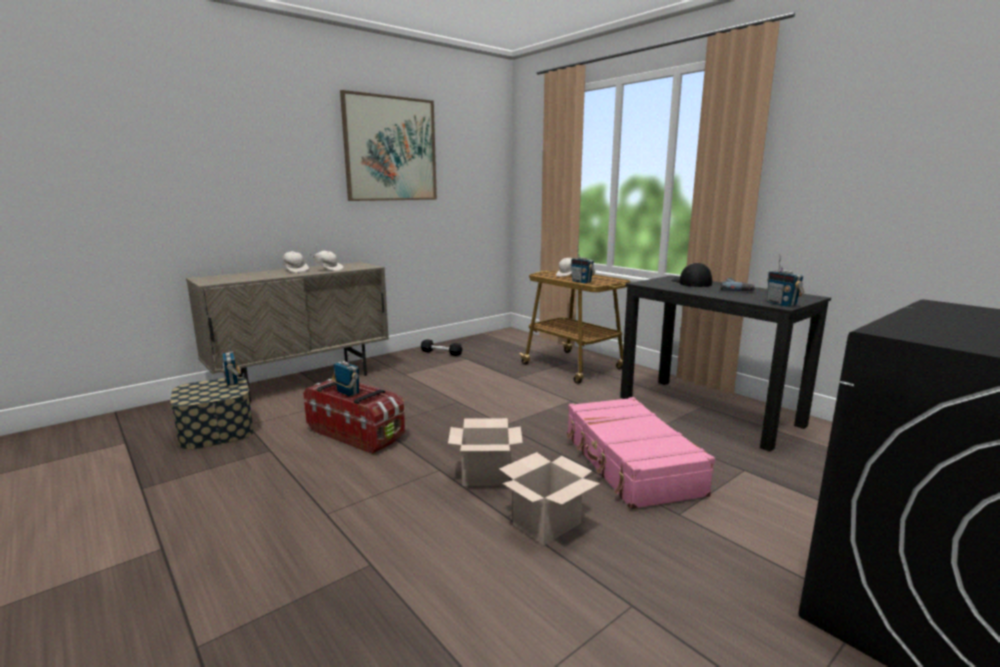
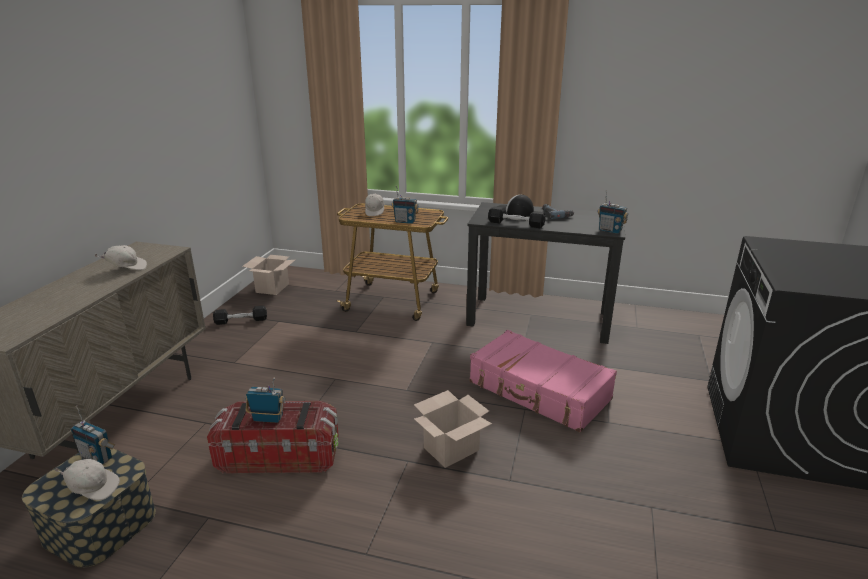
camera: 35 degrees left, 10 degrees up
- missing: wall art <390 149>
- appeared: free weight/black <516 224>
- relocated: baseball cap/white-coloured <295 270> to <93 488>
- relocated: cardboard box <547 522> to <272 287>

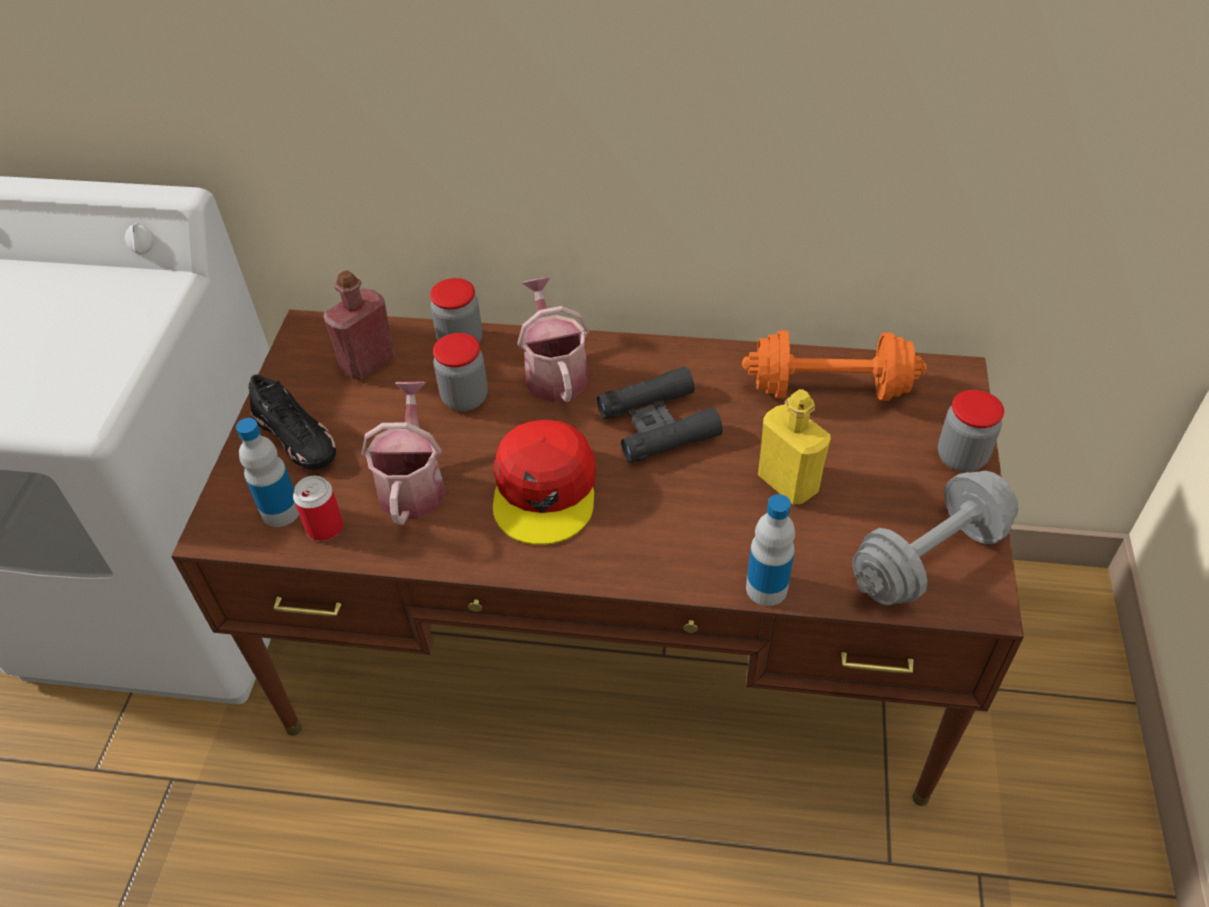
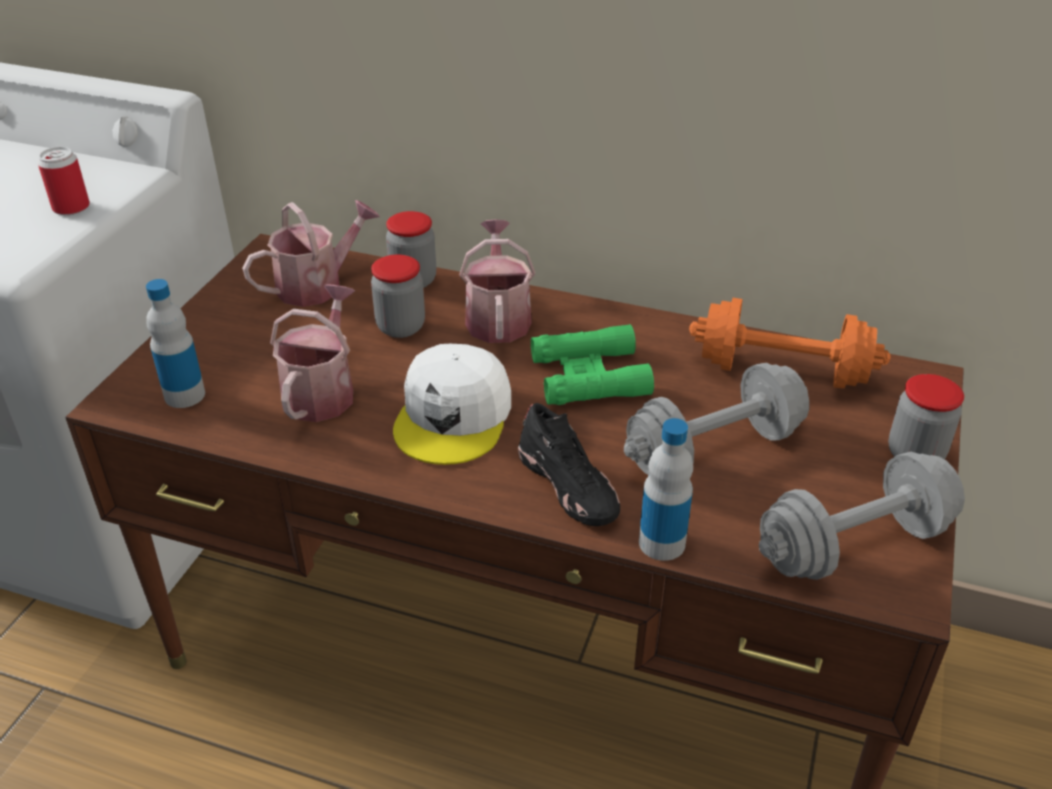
camera: 10 degrees right, 10 degrees down
- relocated: shoe/black <297 437> to <569 486>
- relocated: metal can <325 527> to <71 208>
- exchanged: beverage bottle/reddish <368 363> to watering pot <317 285>
- exchanged: beverage bottle/yellow-coloured <788 483> to free weight/greyish <713 449>
- colour: baseball cap/reddish <545 490> to baseball cap/white-coloured <454 416>
- colour: binoculars/black <658 424> to binoculars/green <589 376>

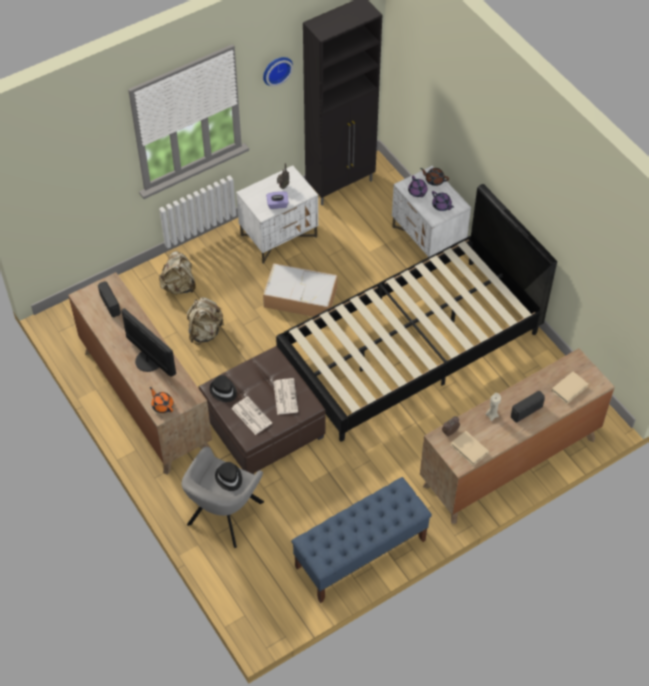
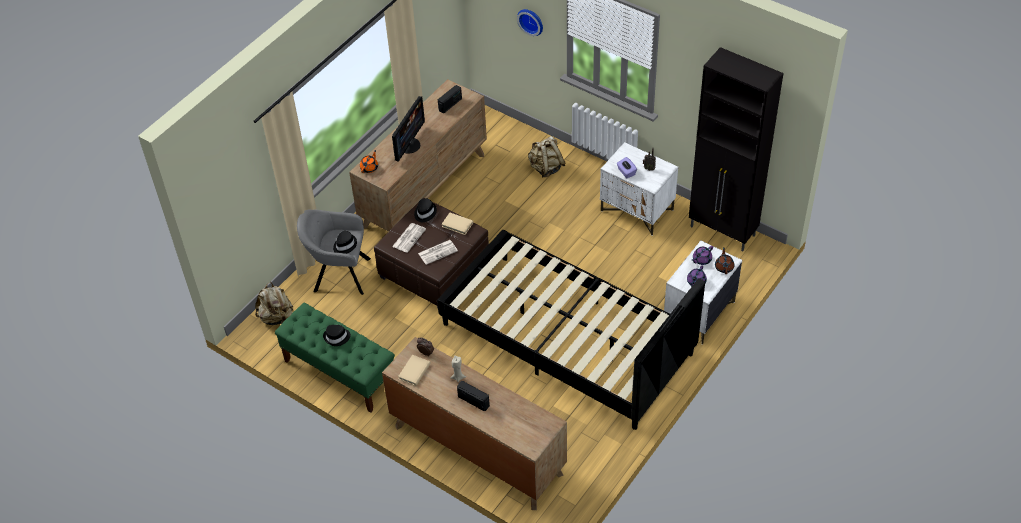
camera: 70 degrees right, 5 degrees down
- missing: storage container <301 297>
- appeared: wearable hat/black <337 337>
- relocated: backpack/beige <205 332> to <277 317>
- relocated: wall clock <276 69> to <531 21>
- relocated: book/beige <569 388> to <457 225>
- colour: bench/blue-coloured <360 554> to bench/green <339 372>

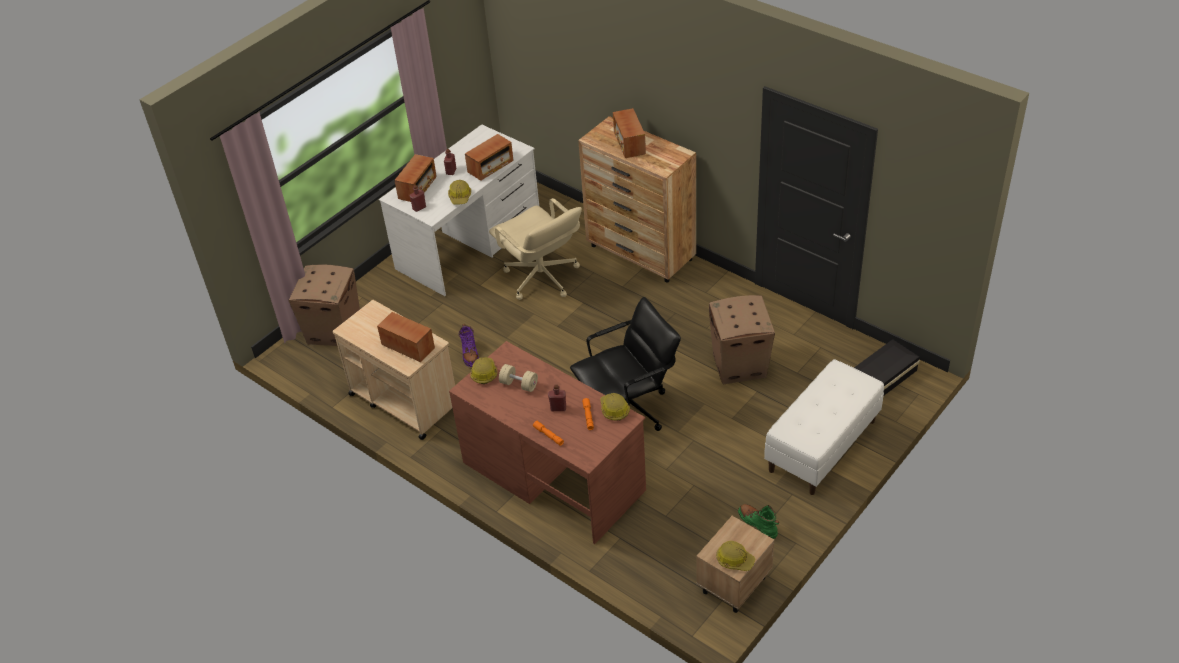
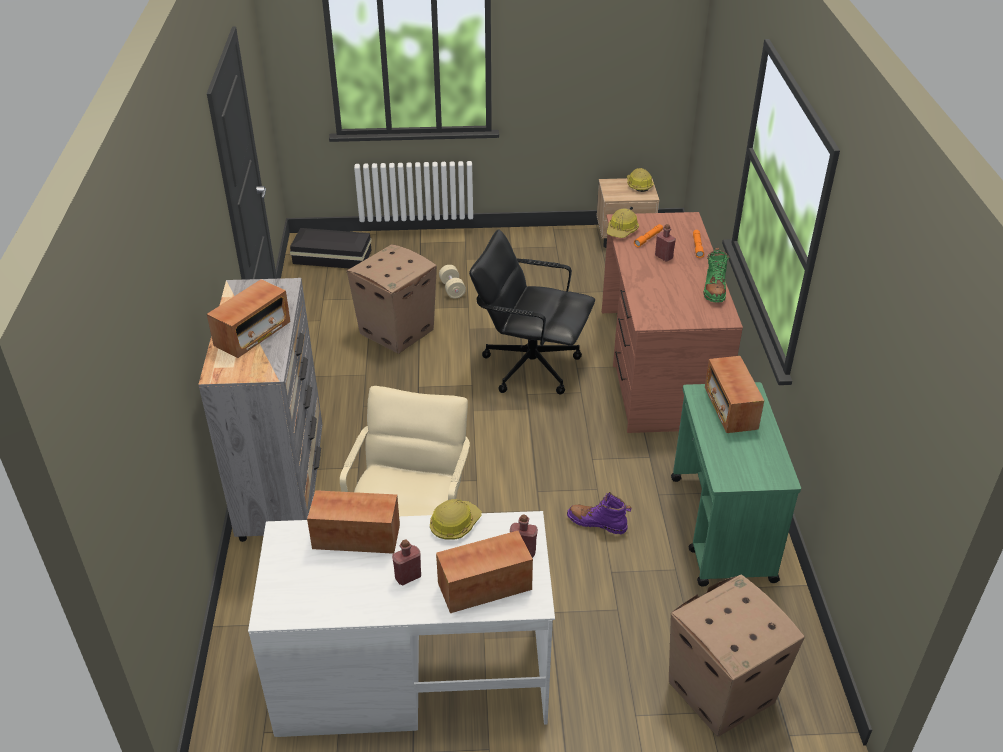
camera: 135 degrees left, 5 degrees down
- missing: safety helmet <484 373>
- missing: bench/white-coloured <822 446>
- relocated: free weight/beige <519 384> to <452 289>
- relocated: tall boot/green <758 524> to <714 289>
- colour: trolley/beige <403 400> to trolley/green <721 529>
- colour: drawer chest/brownish <641 253> to drawer chest/greyish <283 485>
- spun: tall boot/purplish <470 354> = <597 523> 105 degrees counterclockwise

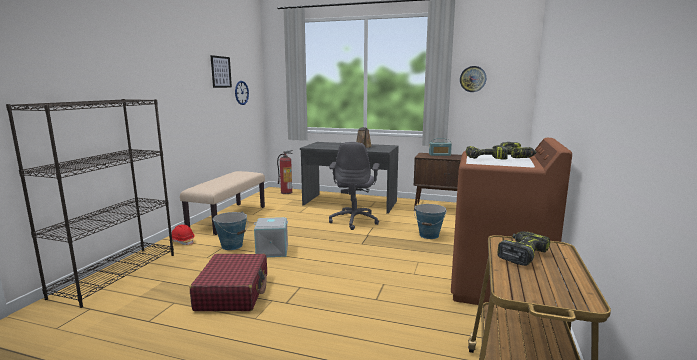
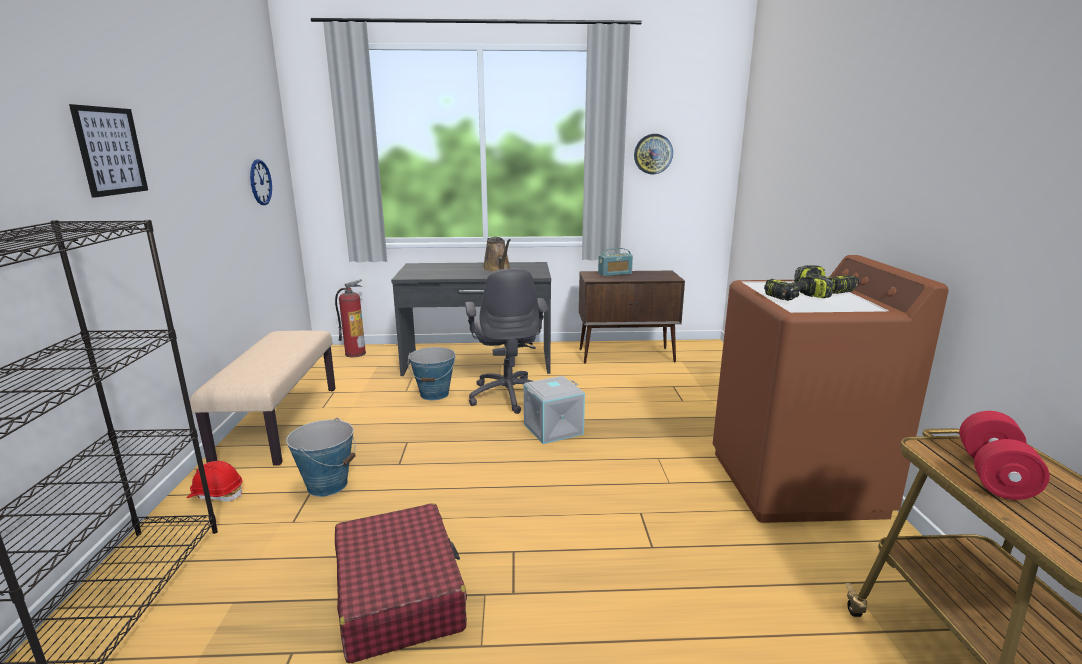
camera: 20 degrees left, 5 degrees up
- relocated: wall art <221 72> to <110 151>
- relocated: storage container/greyish <272 251> to <553 429>
- relocated: water bucket <429 235> to <434 394>
- exchanged: power drill <521 254> to free weight/reddish <994 475>

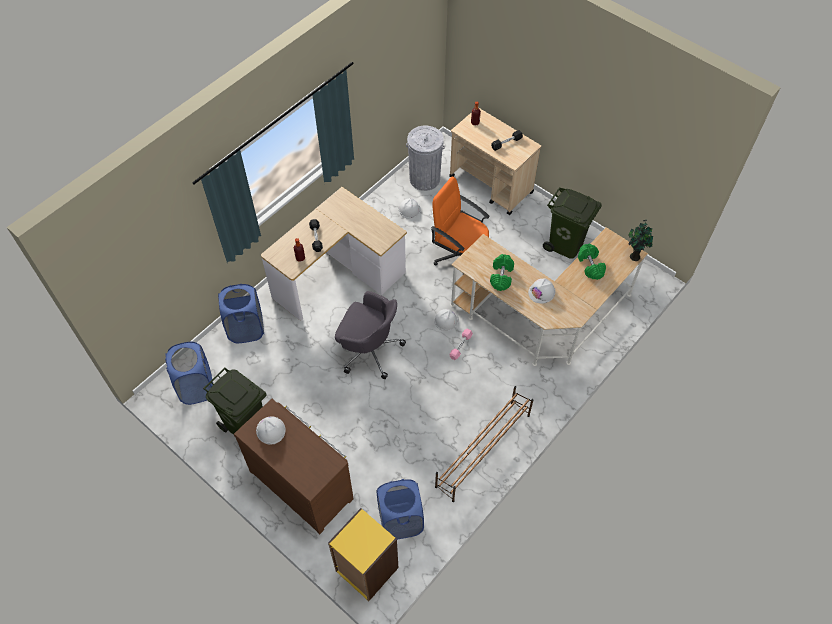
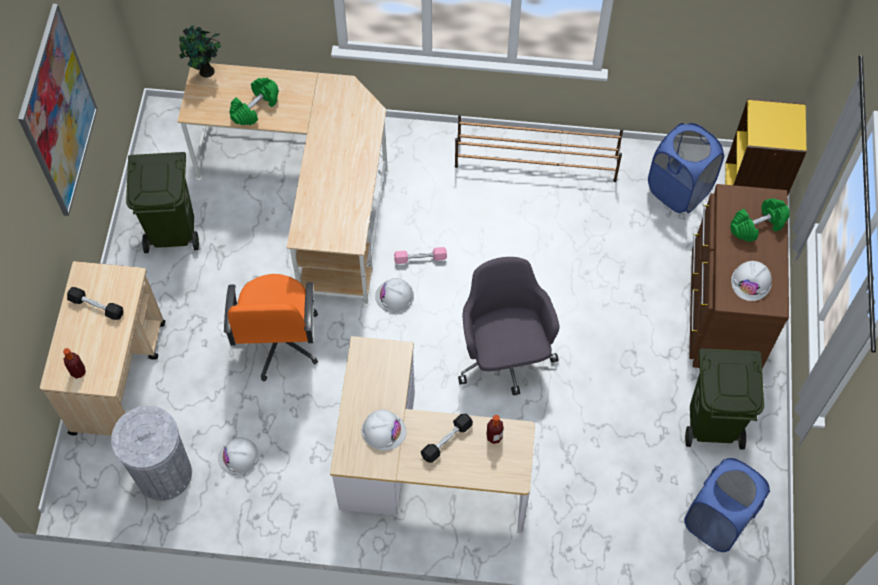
camera: 125 degrees left, 5 degrees up
- missing: laundry basket/blue-coloured <246 329>
- appeared: wall art <58 113>
- relocated: free weight/green <501 276> to <757 226>
- relocated: safety helmet/white-coloured <541 292> to <383 430>

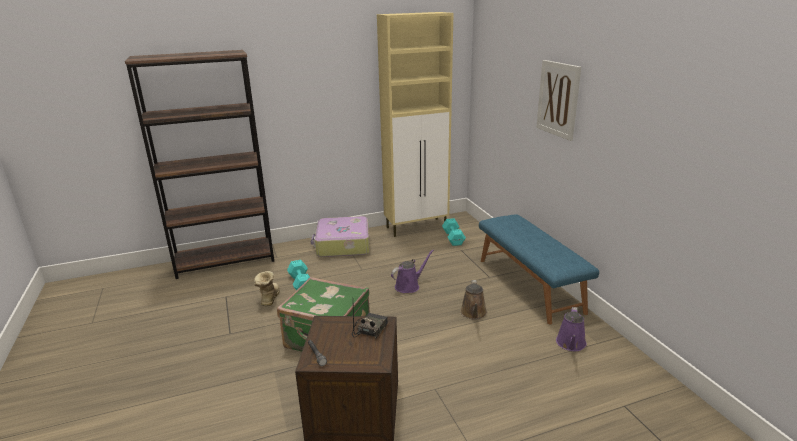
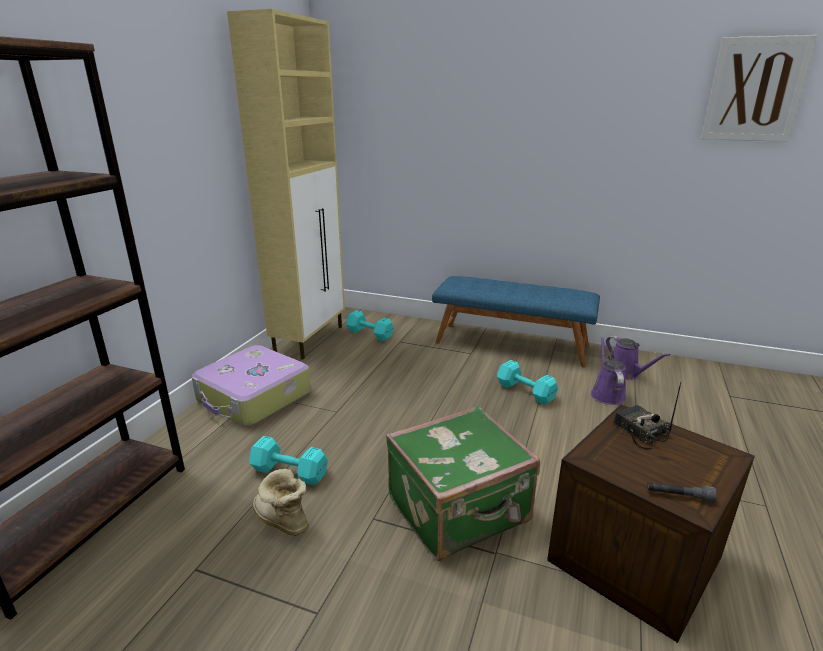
camera: 50 degrees left, 0 degrees up
- relocated: watering pot/purplish <409 286> to <606 393>
- relocated: wall art <558 99> to <755 90>
- exchanged: watering pot/brownish <473 313> to free weight/turquoise <524 391>

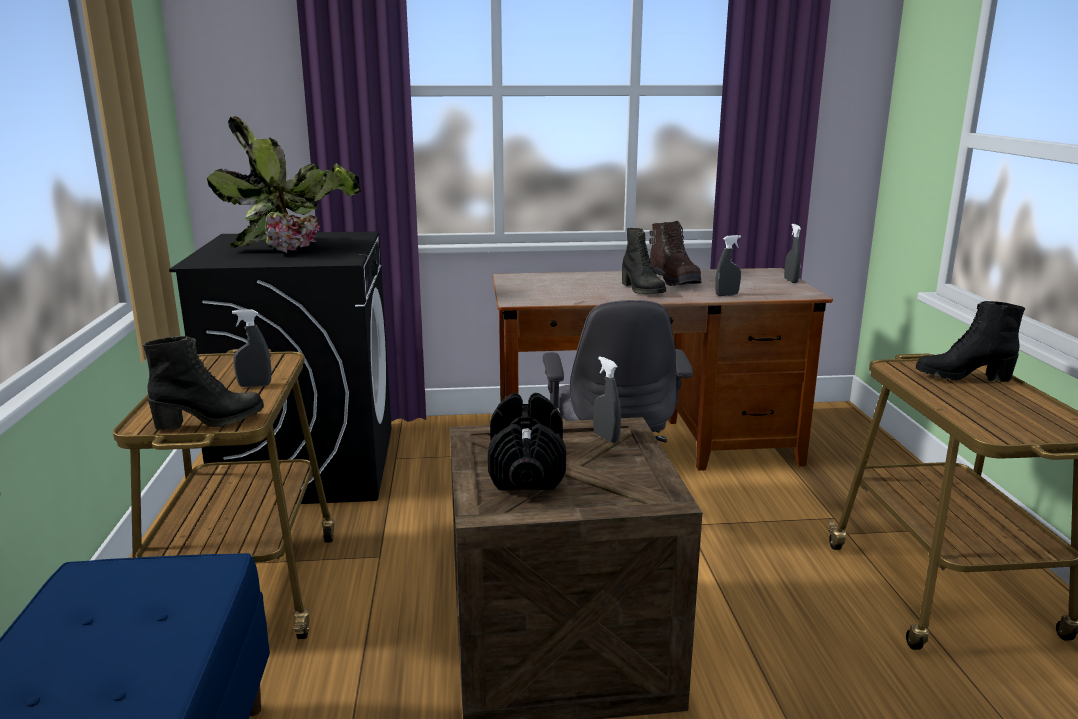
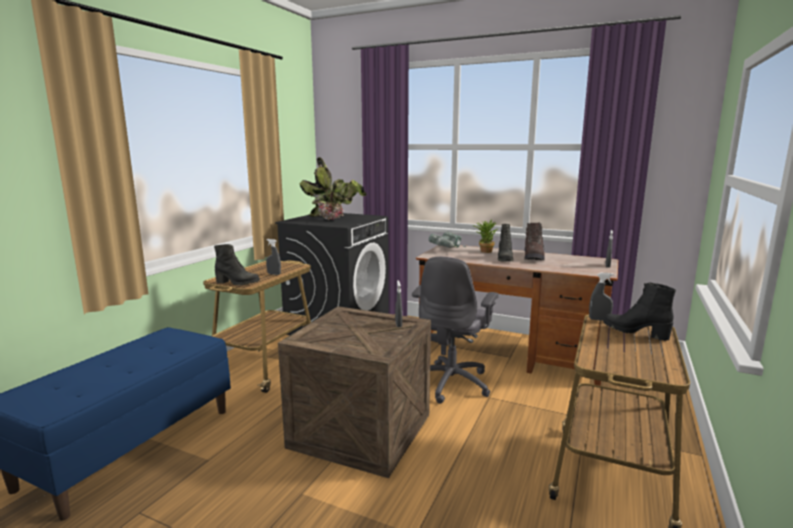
camera: 30 degrees right, 5 degrees down
- missing: free weight/black <527 468>
- appeared: power drill <448 250>
- appeared: potted plant <484 251>
- relocated: hand sprayer/greyish <727 295> to <599 319>

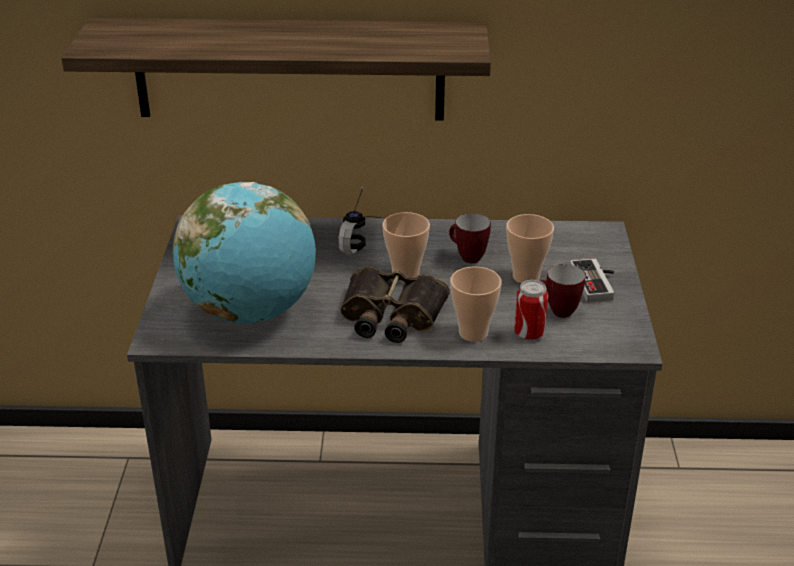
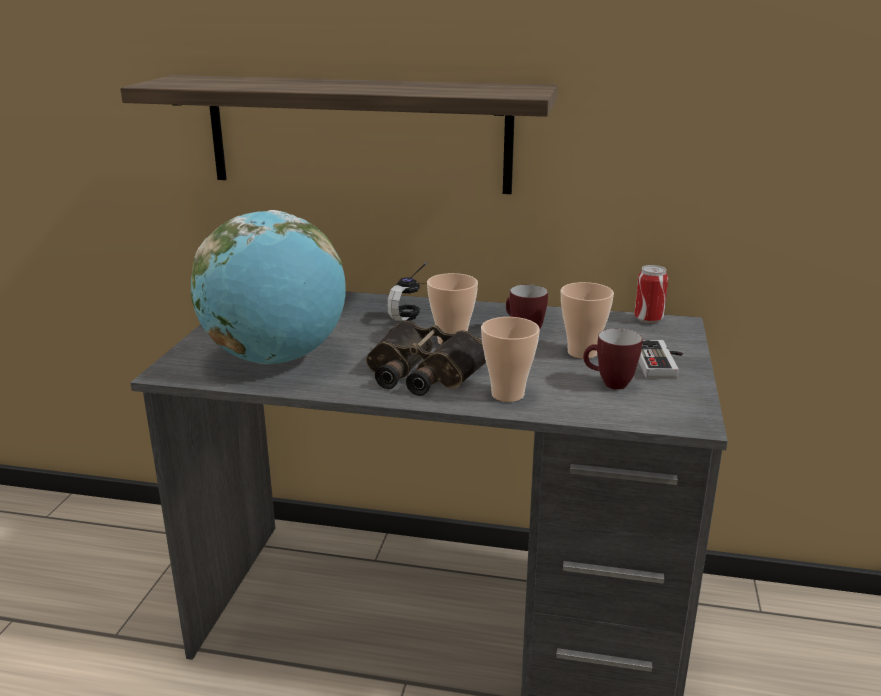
camera: 10 degrees right, 10 degrees down
- relocated: metal can <529 333> to <648 319>

